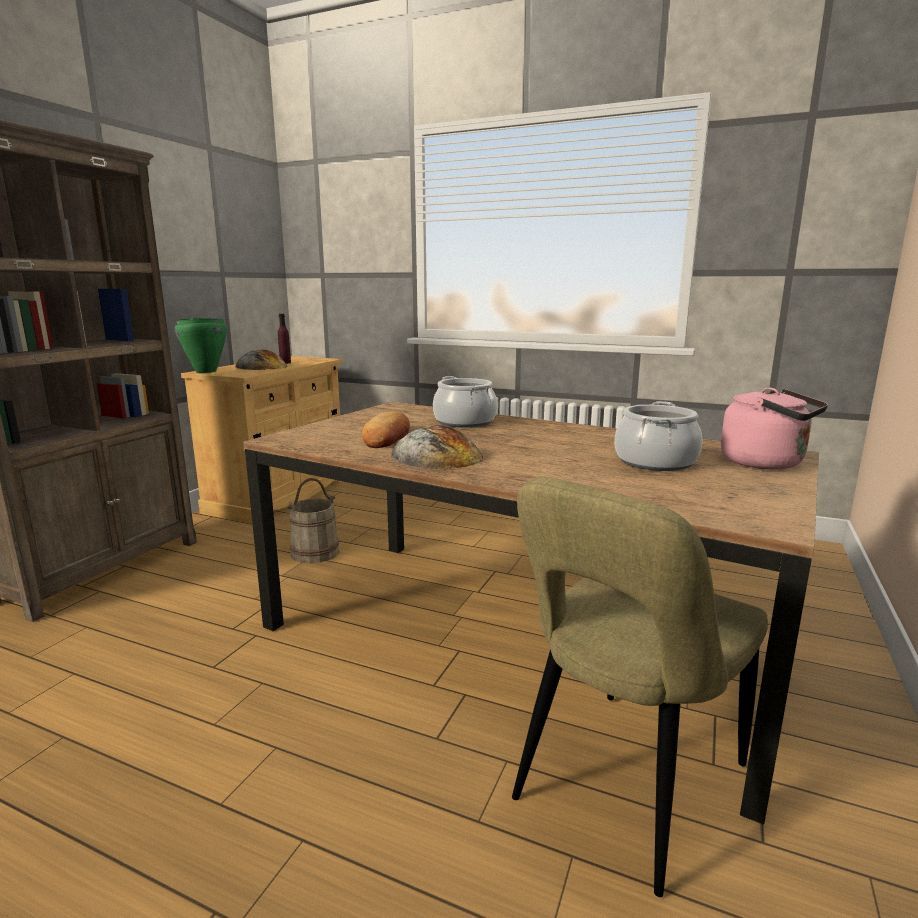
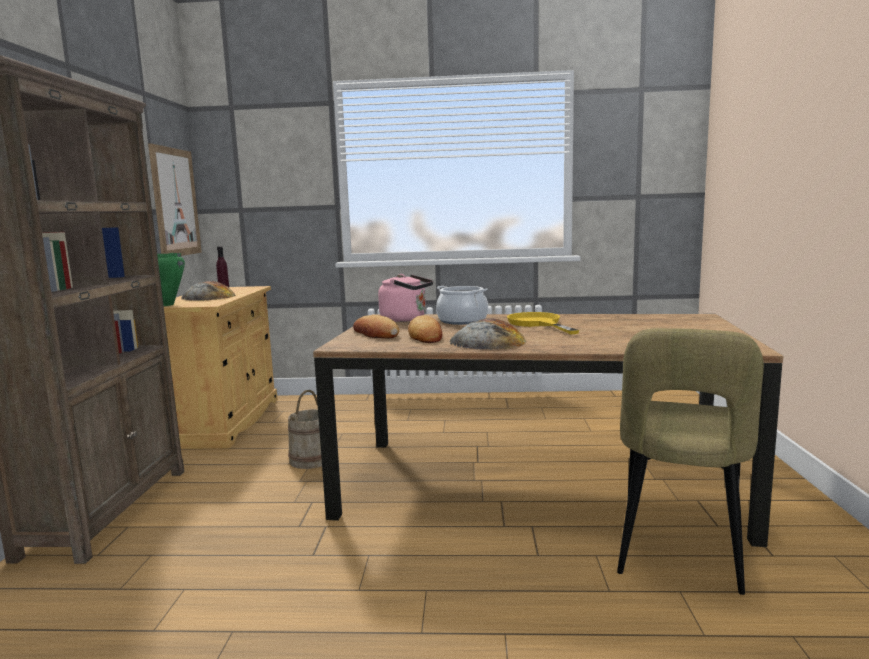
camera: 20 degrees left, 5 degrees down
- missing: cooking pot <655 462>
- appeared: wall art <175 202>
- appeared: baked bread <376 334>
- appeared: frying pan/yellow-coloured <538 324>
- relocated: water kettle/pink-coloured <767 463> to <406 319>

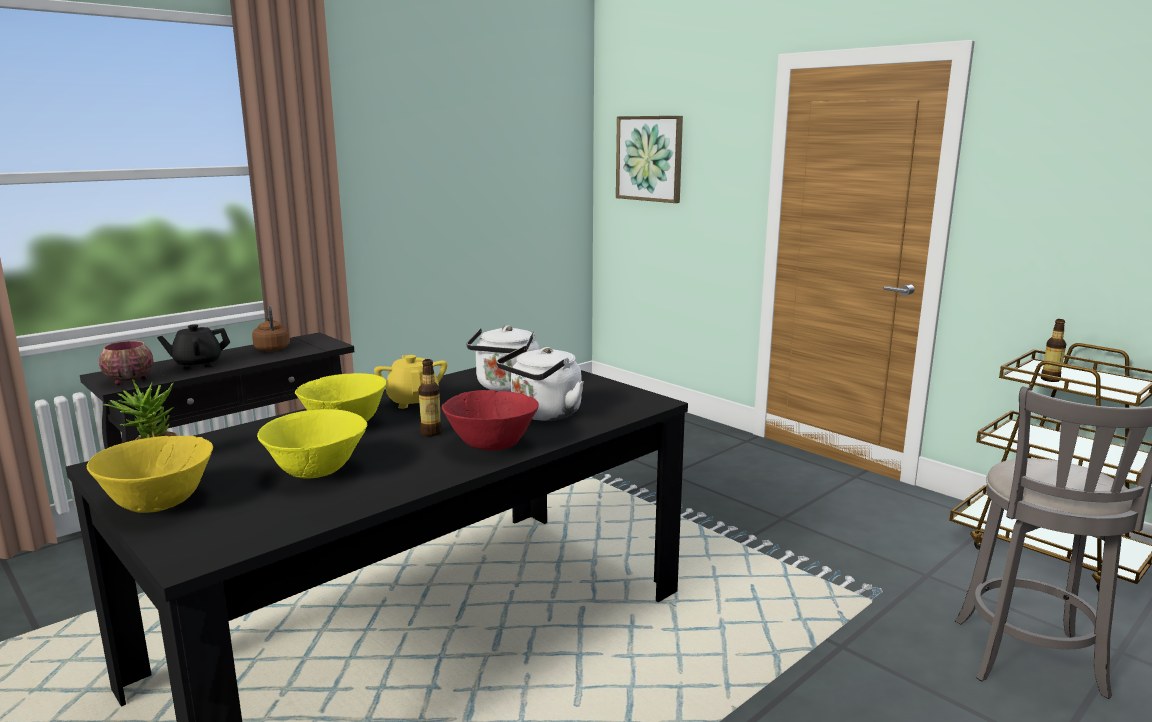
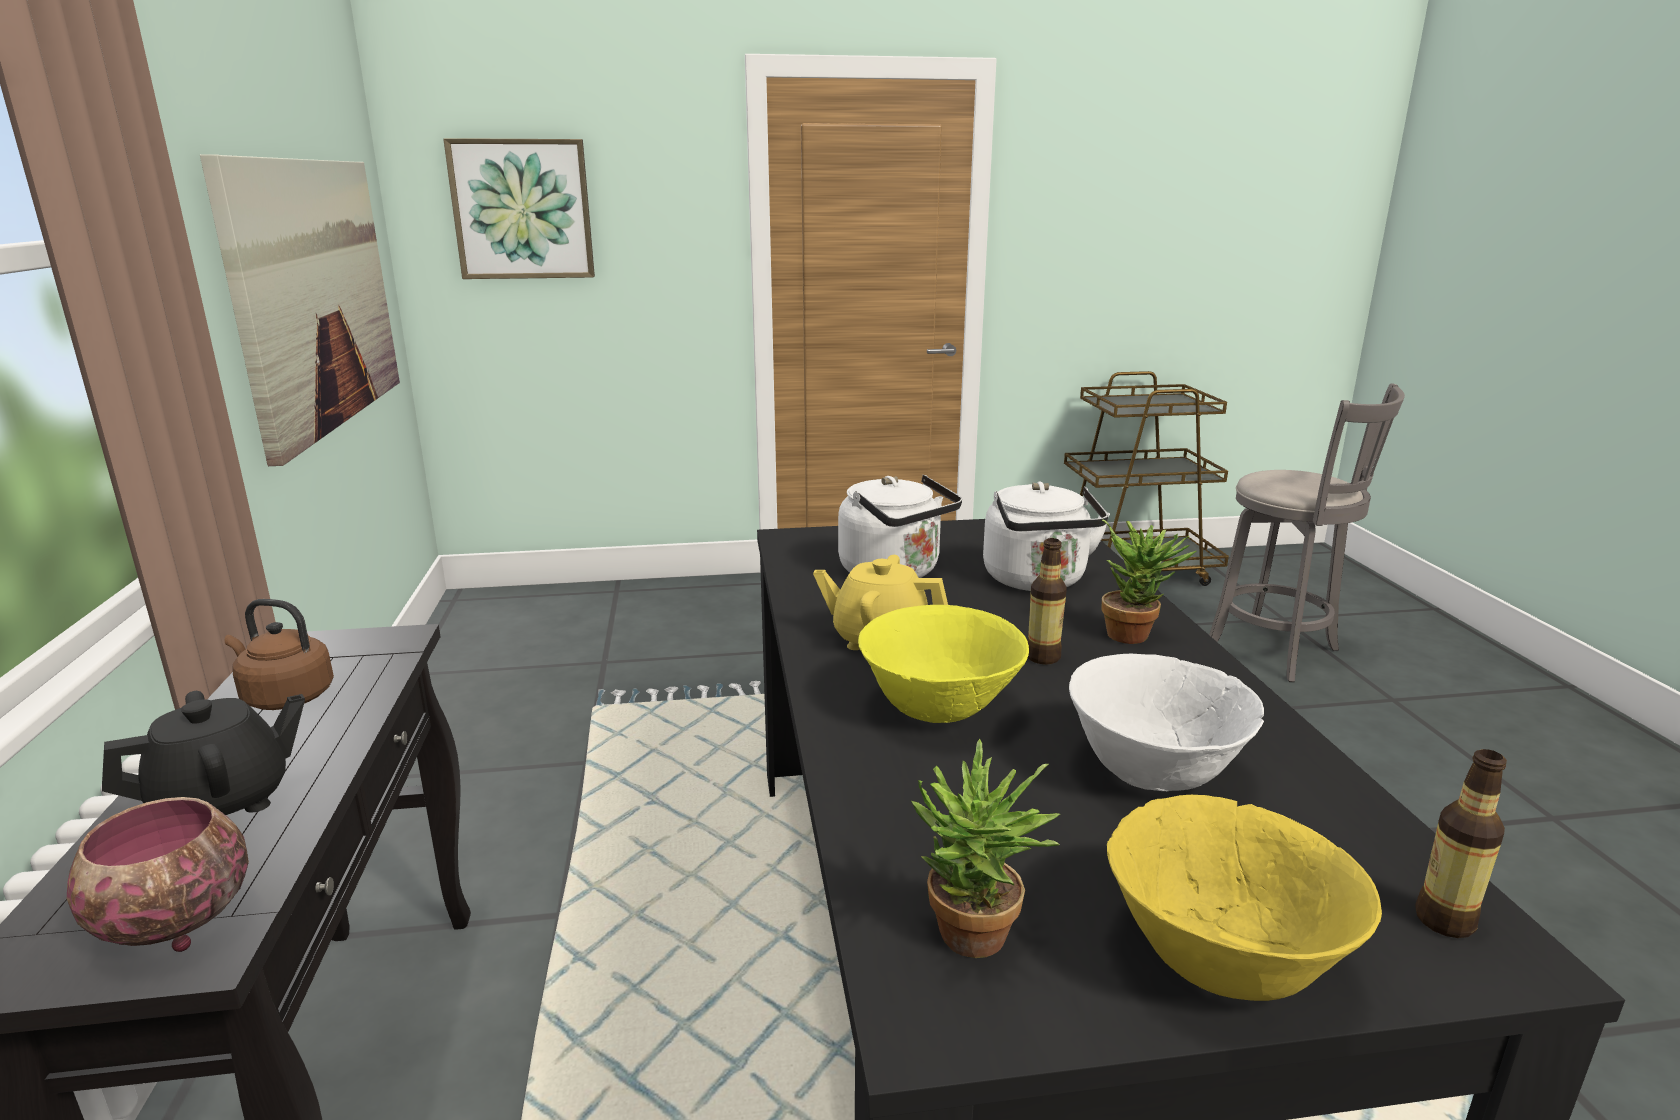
camera: 55 degrees left, 5 degrees up
- appeared: wall art <315 294>
- relocated: beverage bottle <1050 379> to <1444 921>
- exchanged: bowl/reddish <491 446> to potted plant <1135 634>
- colour: bowl/yellow-coloured <317 472> to bowl/white-coloured <1152 771>
- spun: teapot/black <197 364> = <224 802> 135 degrees counterclockwise

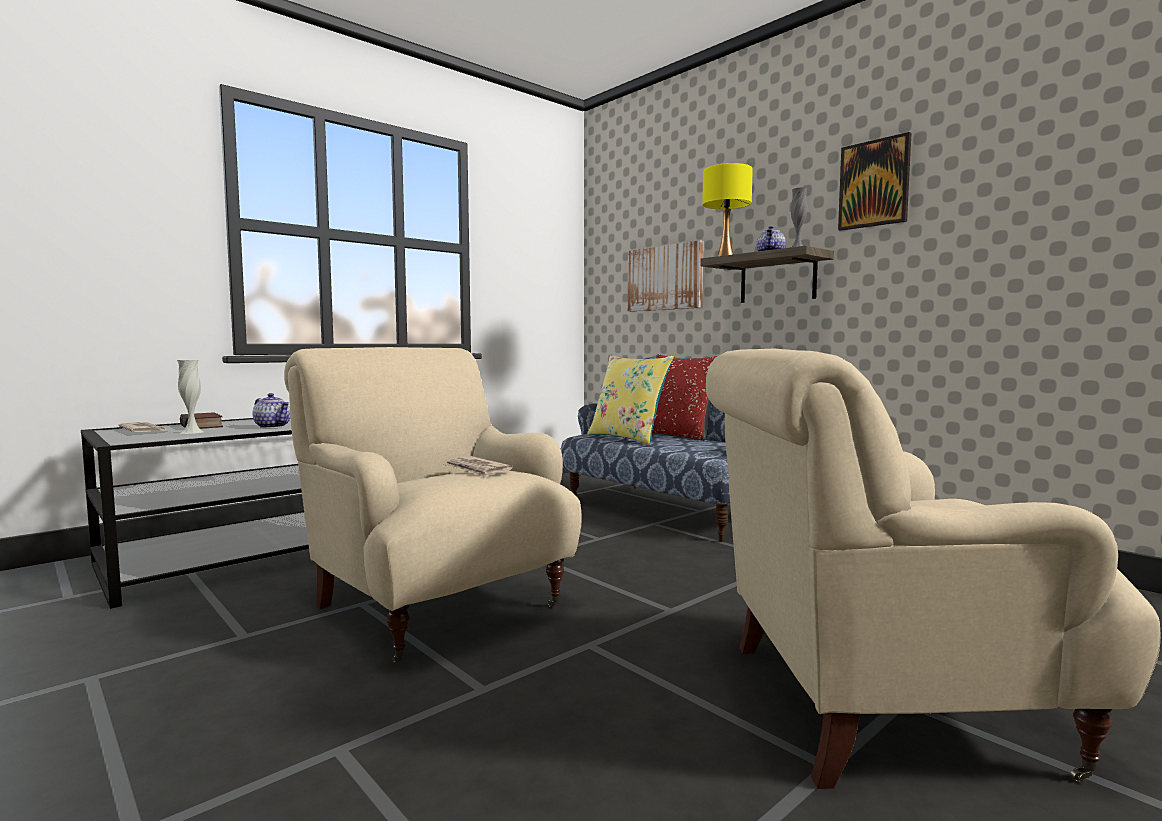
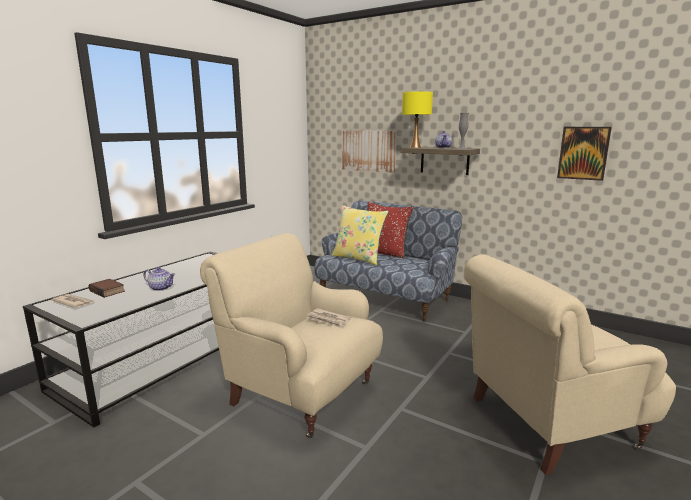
camera: 15 degrees left, 10 degrees up
- missing: flower vase/white-coloured <192 432>
- relocated: wall art <874 184> to <583 153>

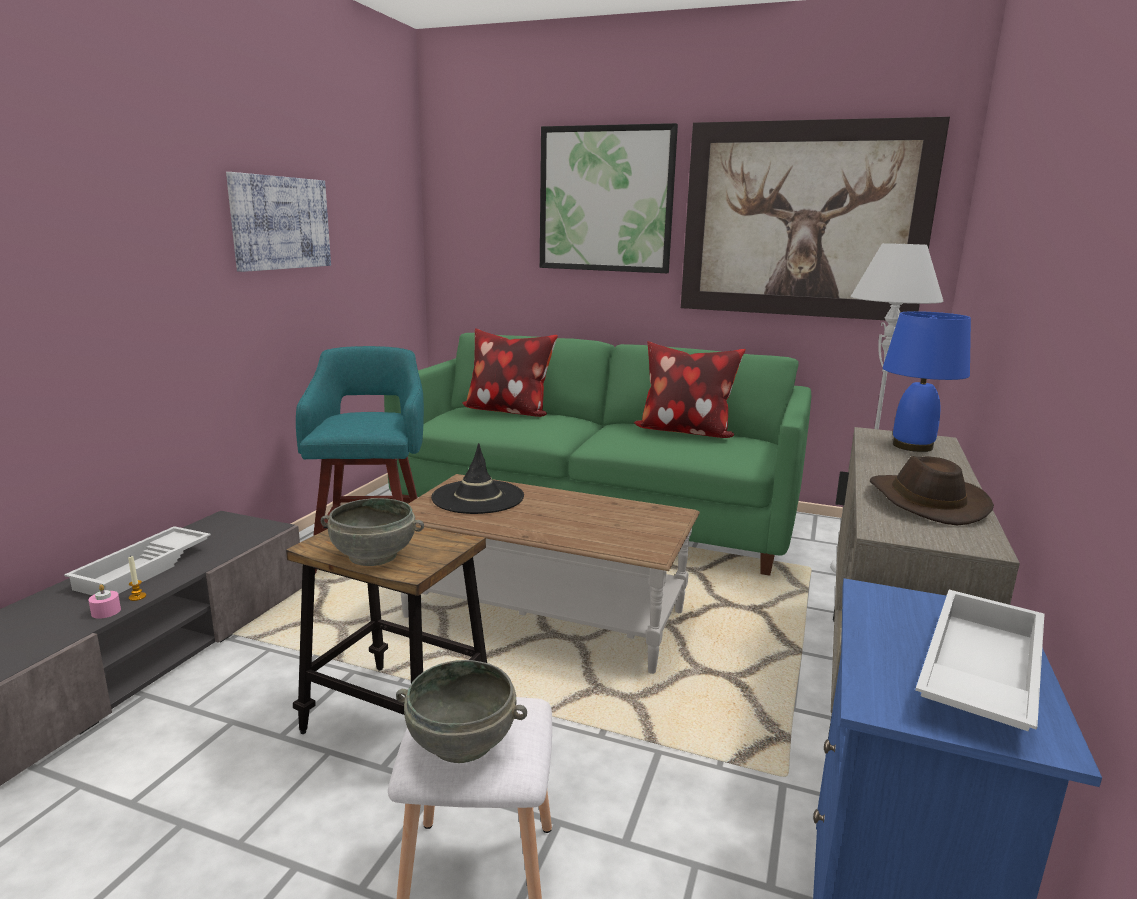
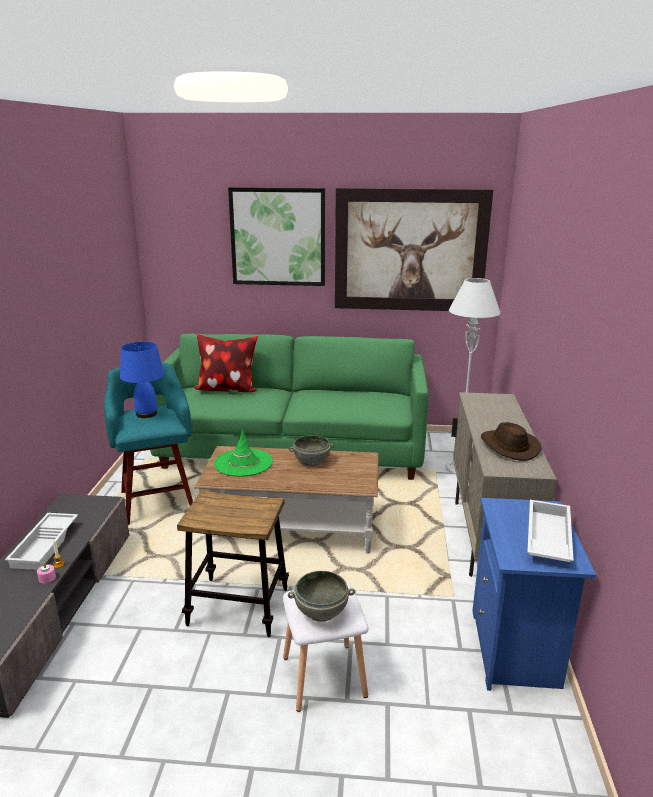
camera: 15 degrees left, 5 degrees up
- missing: wall art <280 223>
- missing: cushion <684 432>
- relocated: bowl/greyish <373 556> to <311 461>
- relocated: lamp for a table/blue-coloured <912 446> to <146 414>
- colour: wearable hat/black <477 497> to wearable hat/green <243 463>

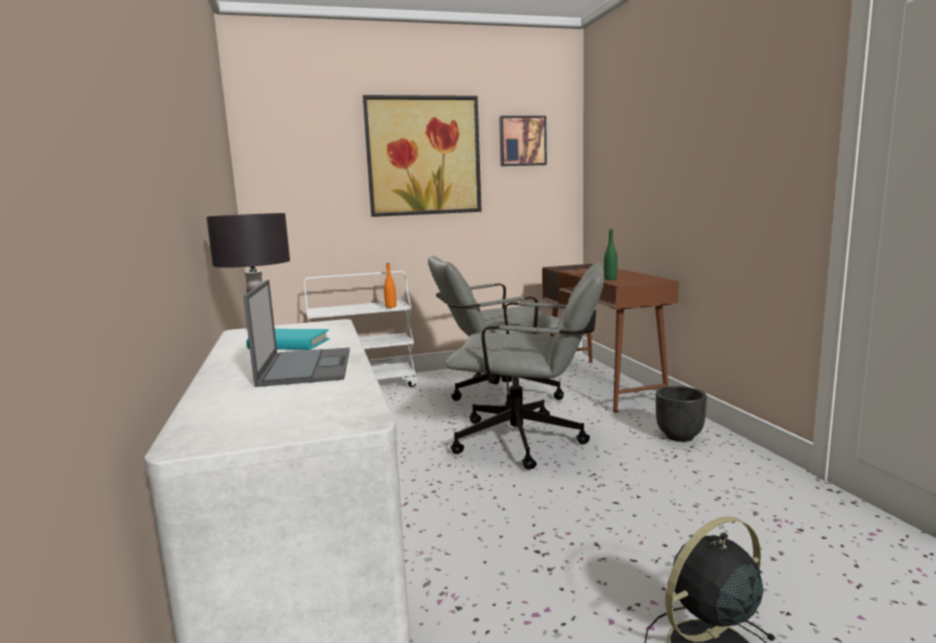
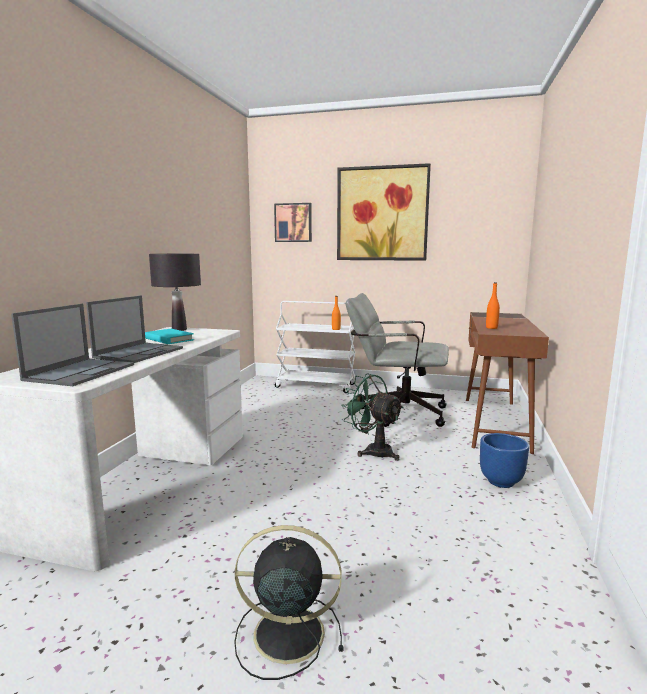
camera: 30 degrees right, 0 degrees up
- appeared: notebook computer <81 372>
- relocated: wall art <522 141> to <293 222>
- exchanged: desk chair/greyish <530 441> to cooling fan/green <373 451>
- colour: beverage bottle/green <610 279> to beverage bottle/orange <491 328>
- colour: planter/black <680 436> to planter/blue-coloured <501 482>

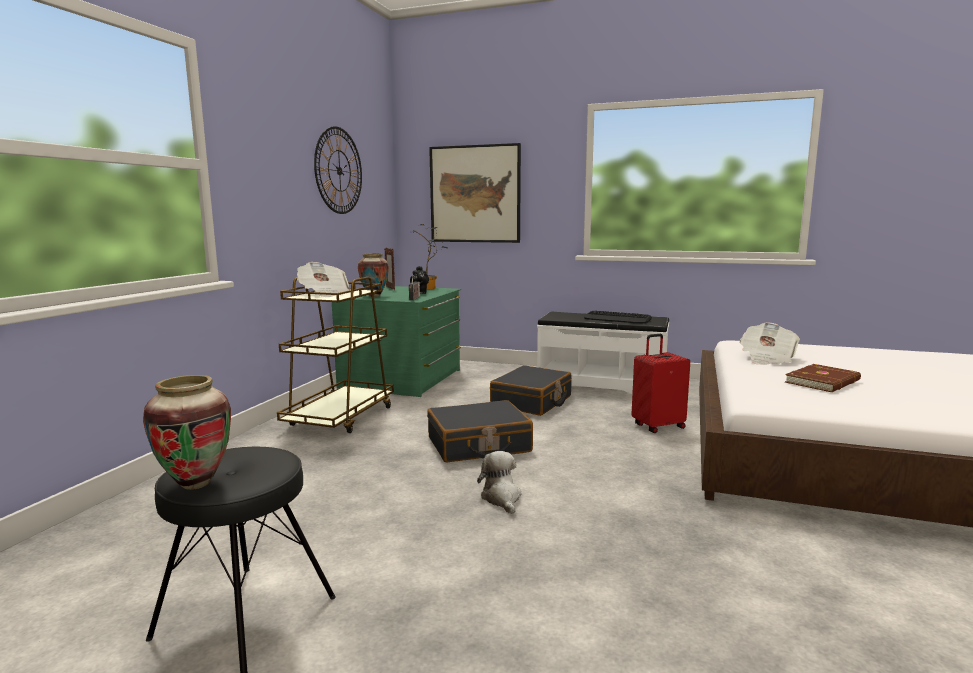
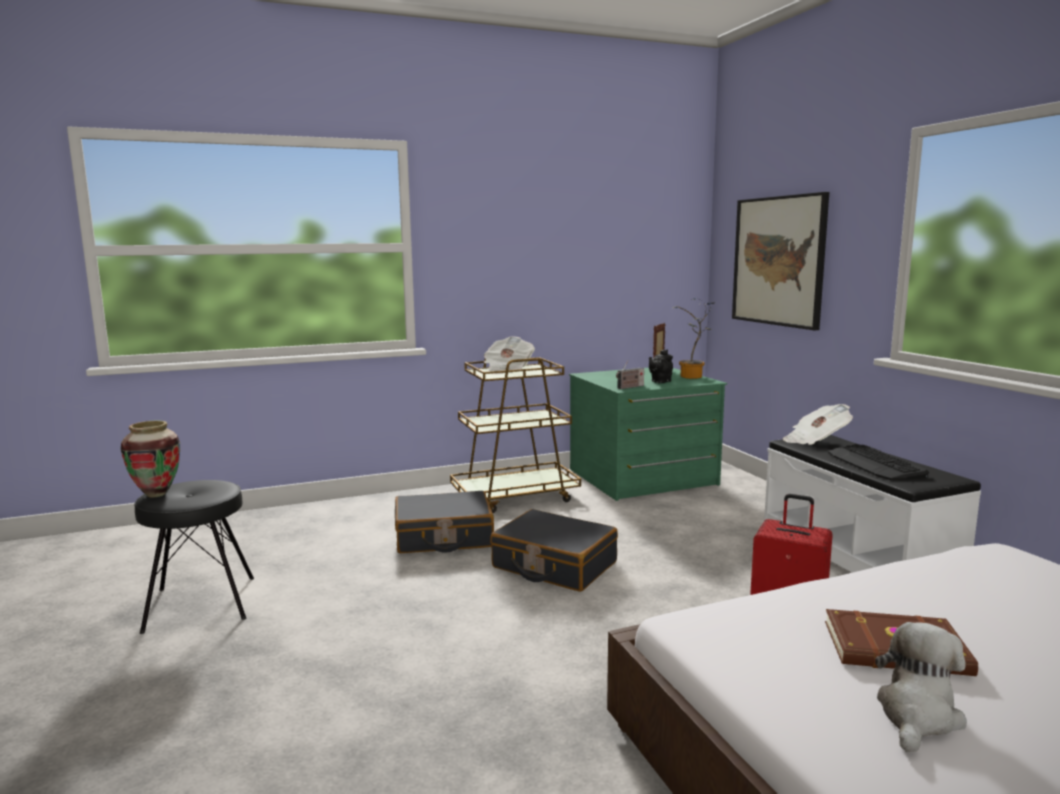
camera: 50 degrees right, 0 degrees up
- missing: wall clock <339 171>
- missing: flower vase <374 296>
- relocated: plush toy <502 498> to <917 715>
- relocated: suitcase/black <532 402> to <443 537>
- relocated: printed paper <766 359> to <815 441>

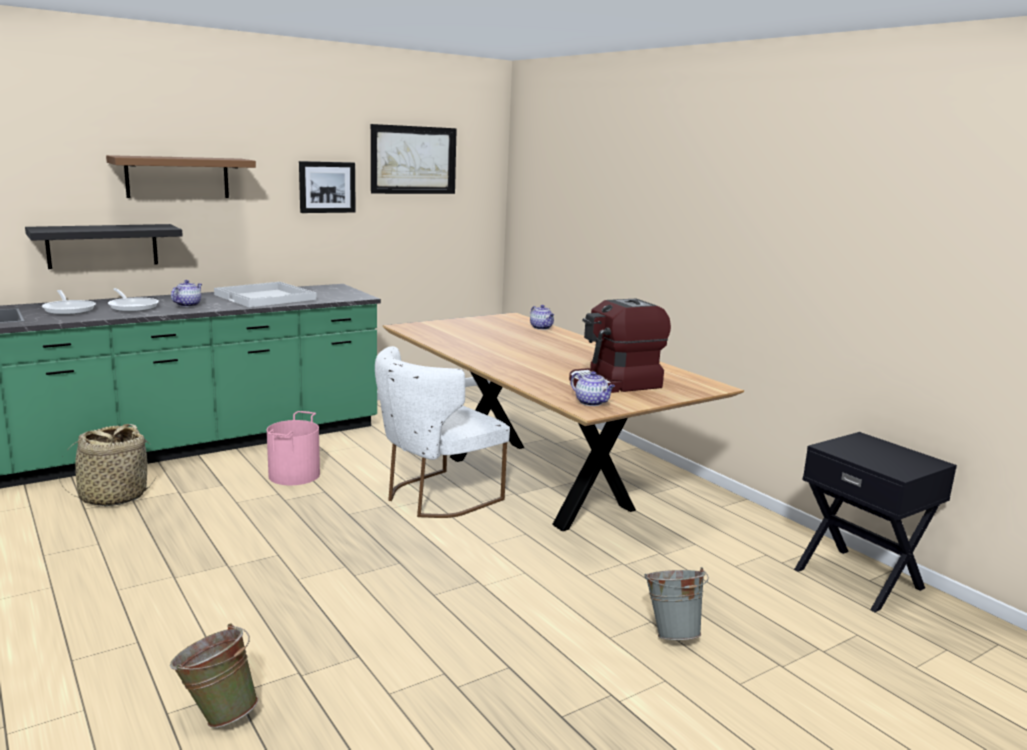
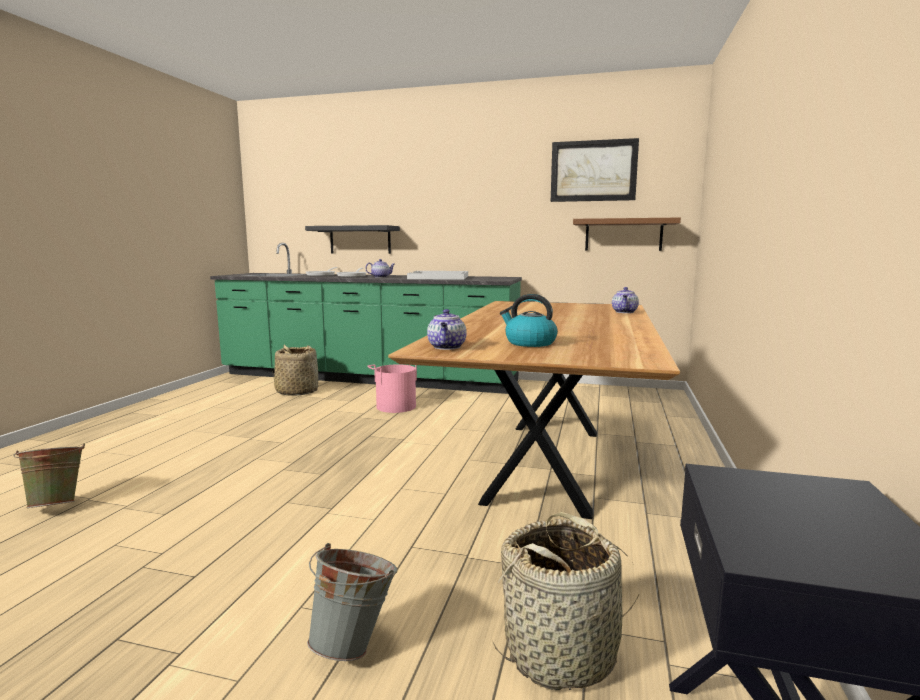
camera: 50 degrees right, 5 degrees down
- missing: wall art <327 187>
- missing: upright chair/white-coloured <435 498>
- appeared: household basket <561 651>
- relocated: wall shelf/brownish <177 177> to <623 235>
- exchanged: coffee machine <615 384> to water kettle <529 343>

